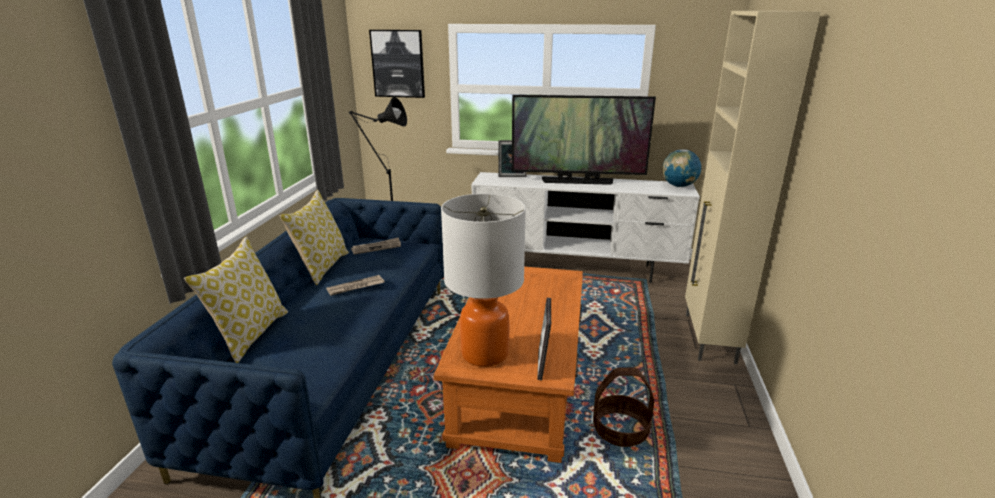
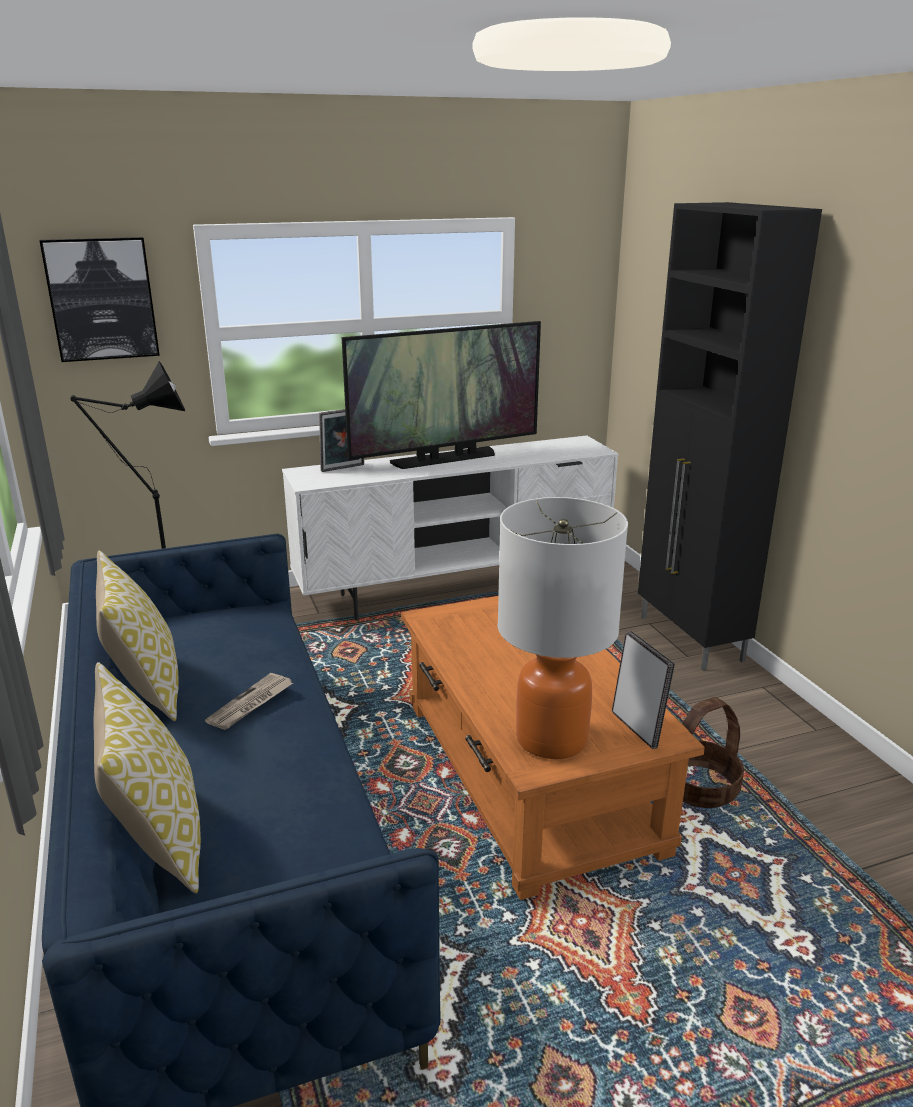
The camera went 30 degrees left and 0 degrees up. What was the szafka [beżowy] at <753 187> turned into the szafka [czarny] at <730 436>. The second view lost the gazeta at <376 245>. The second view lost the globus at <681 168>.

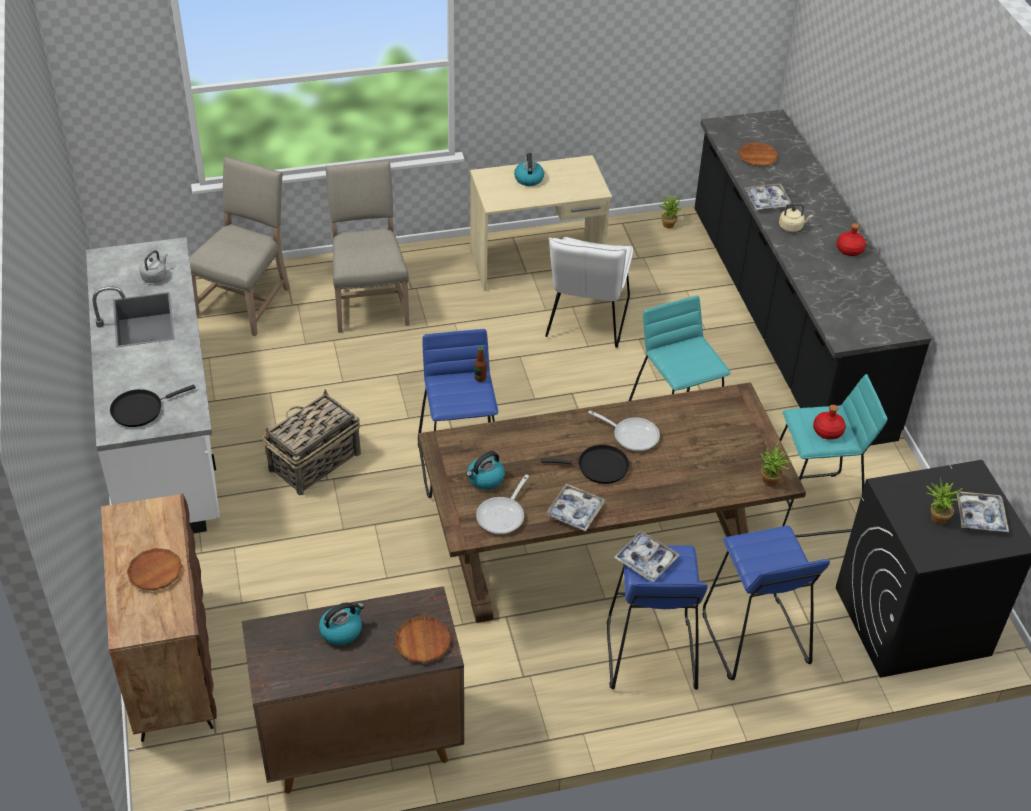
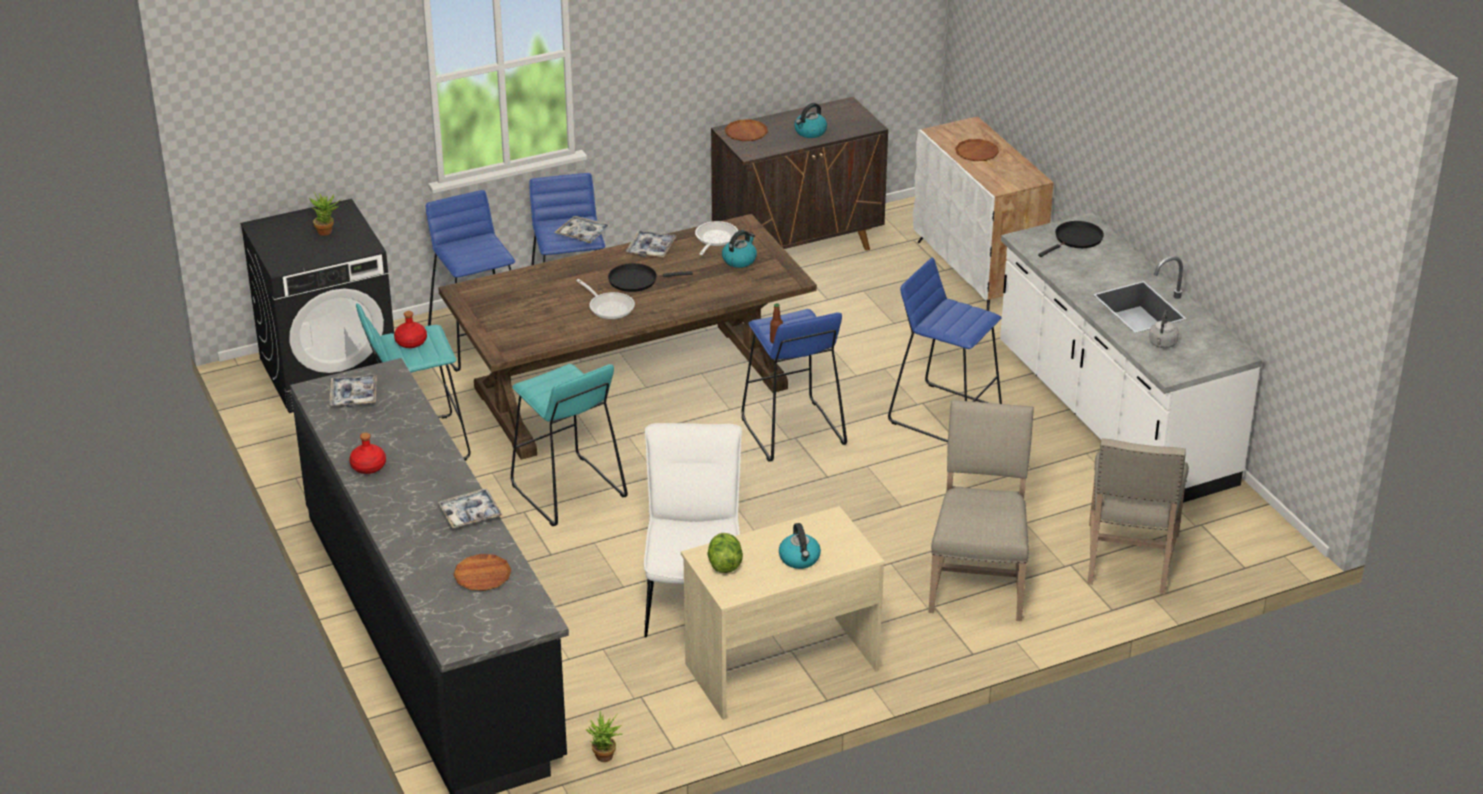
The camera went 170 degrees right and 10 degrees down. The taca ended up elsewhere, having gone from <983 512> to <353 391>. The patelnia at <624 430> ended up facing another way, 150 degrees counterclockwise from before. The second view gained the sałata at <725 553>. Where the koszyk stood at <311 442>, the stołek [niebieski] came to stand at <945 349>. What was the szafka [brązowy] at <159 618> turned into the szafka [biały] at <983 213>. The krzesło [beżowy] at <368 246> ended up facing another way, 150 degrees counterclockwise from before. The second view lost the roślina doniczkowa at <776 464>. The second view lost the czajnik [beżowy] at <796 217>.

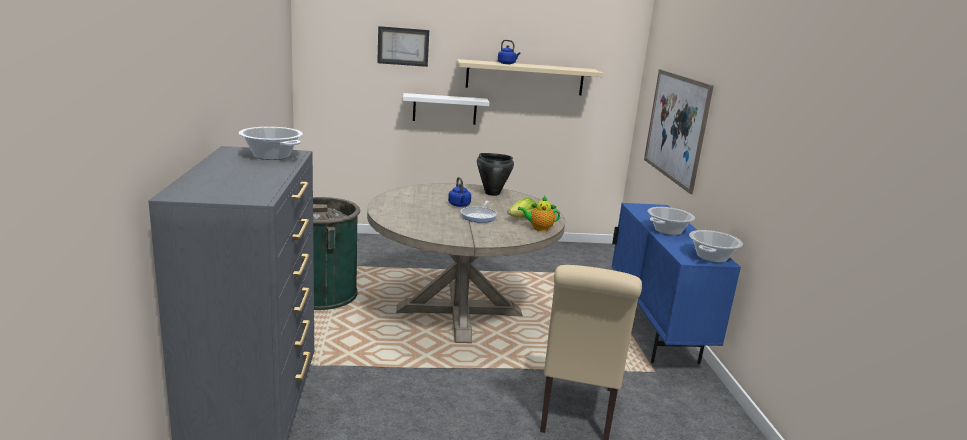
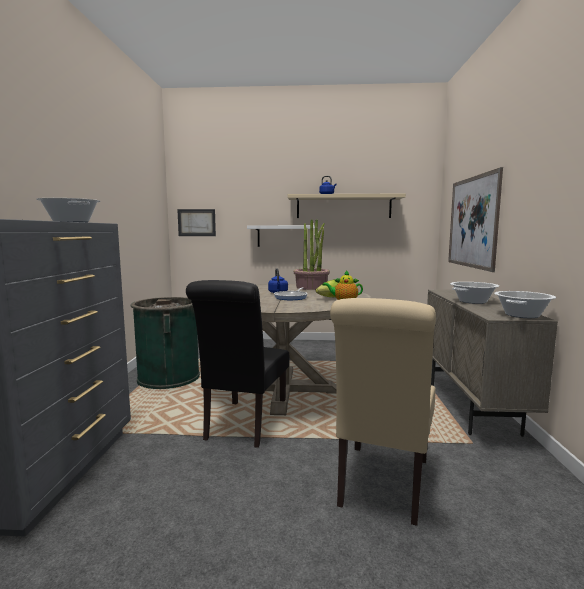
The camera went 10 degrees right and 10 degrees down. The obraz ended up elsewhere, having gone from <403 46> to <196 222>. The second view gained the krzesło [czarny] at <237 364>. Where the garnek [czarny] stood at <495 174>, the roślina doniczkowa came to stand at <312 254>. What was the szafka [niebieski] at <676 283> turned into the szafka [beżowy] at <492 363>.

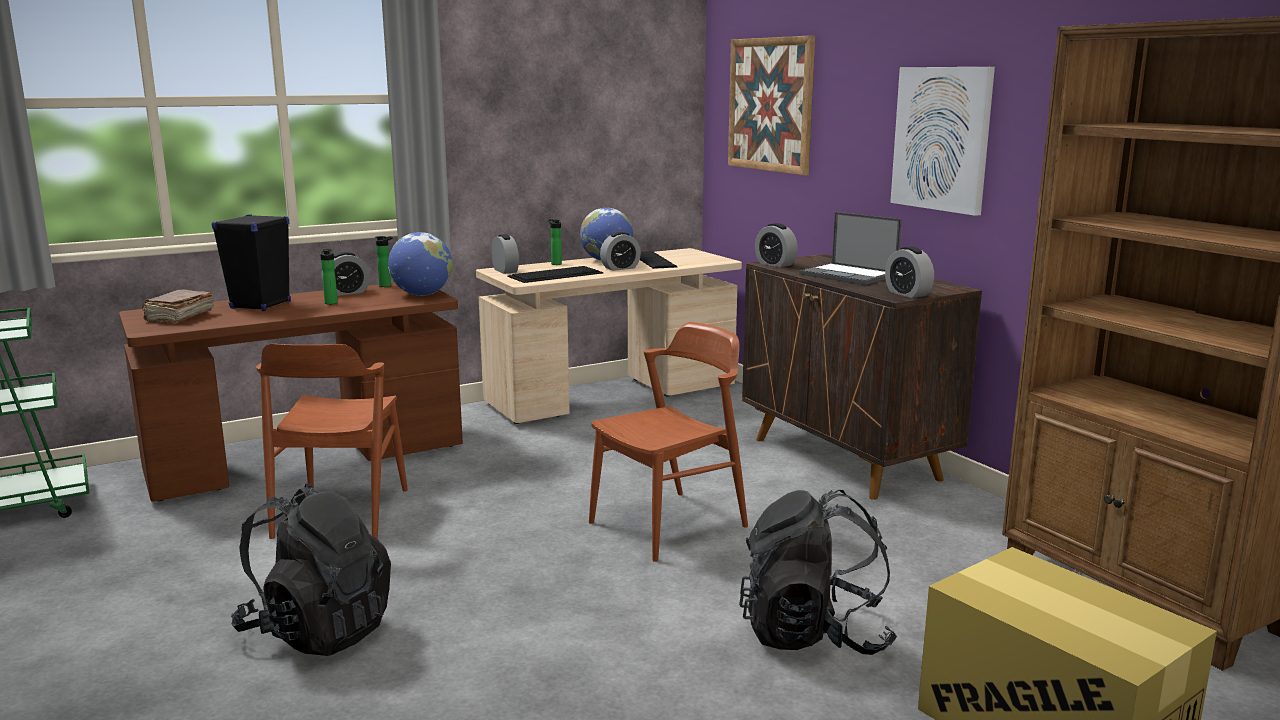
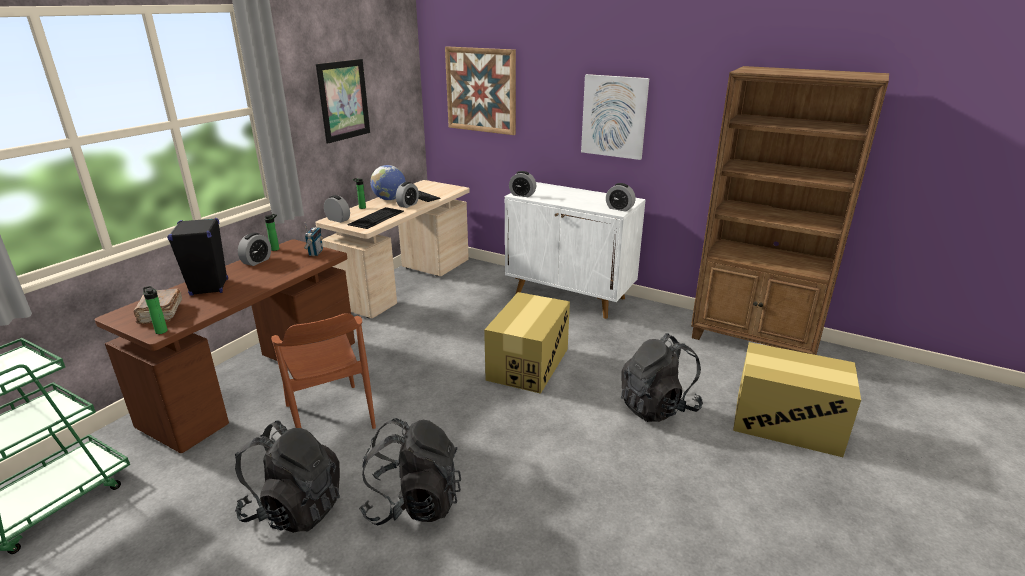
The camera went 30 degrees left and 10 degrees up. The butelka ended up elsewhere, having gone from <329 276> to <155 310>. The second view gained the plecak [czarny] at <287 477>. Where the globus stood at <420 264>, the radio came to stand at <313 239>. The second view gained the obraz at <343 101>. Where the krzesło [brązowy] stood at <668 442>, the karton came to stand at <527 343>. What was the szafka [brązowy] at <862 377> turned into the szafka [biały] at <575 250>. The second view lost the laptop at <850 248>.

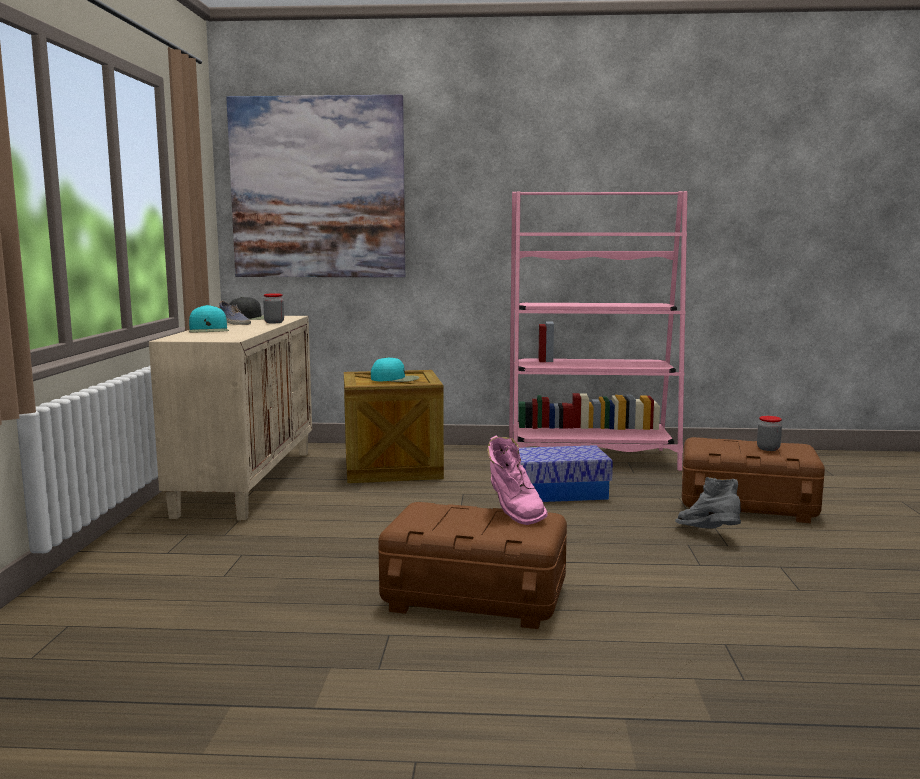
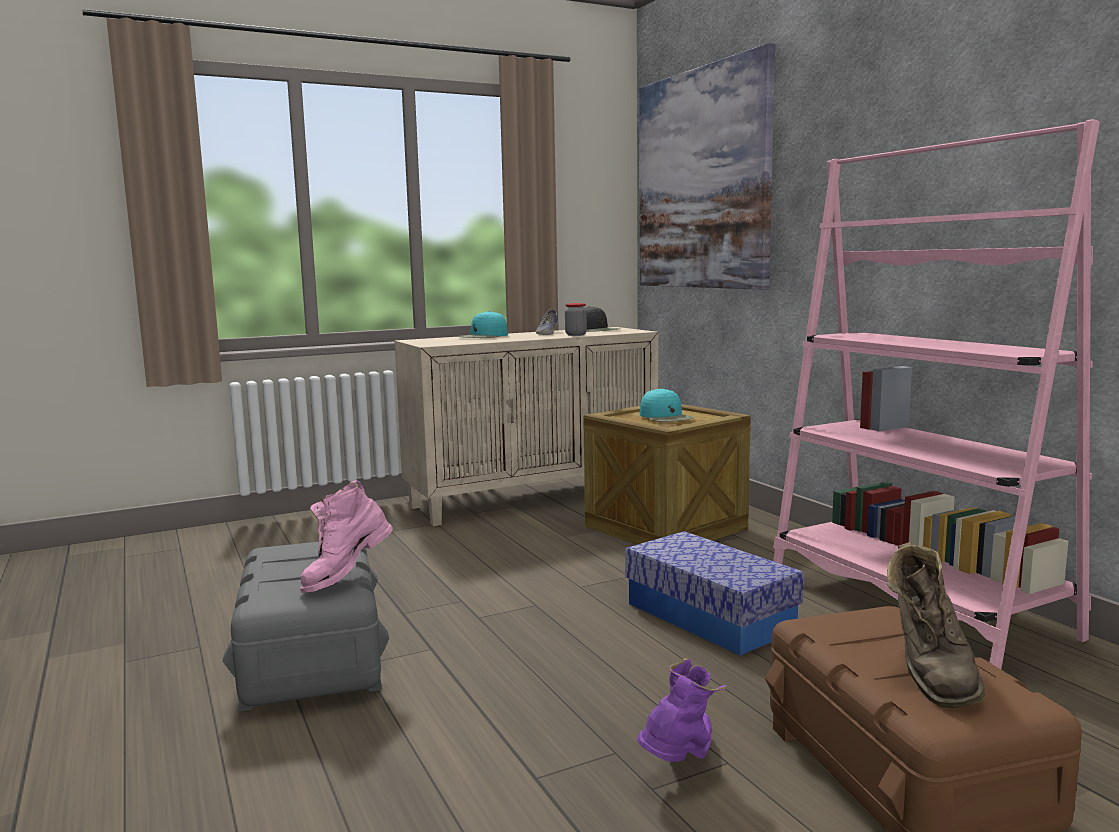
The camera went 60 degrees right and 0 degrees up. What was the pojemnik do przechowywania [brązowy] at <472 565> turned into the pojemnik do przechowywania [szary] at <306 626>. What was the but z cholewką [szary] at <708 503> turned into the but z cholewką [fioletowy] at <682 710>. Where the słoik stood at <769 433>, the but z cholewką [brązowy] came to stand at <936 625>.

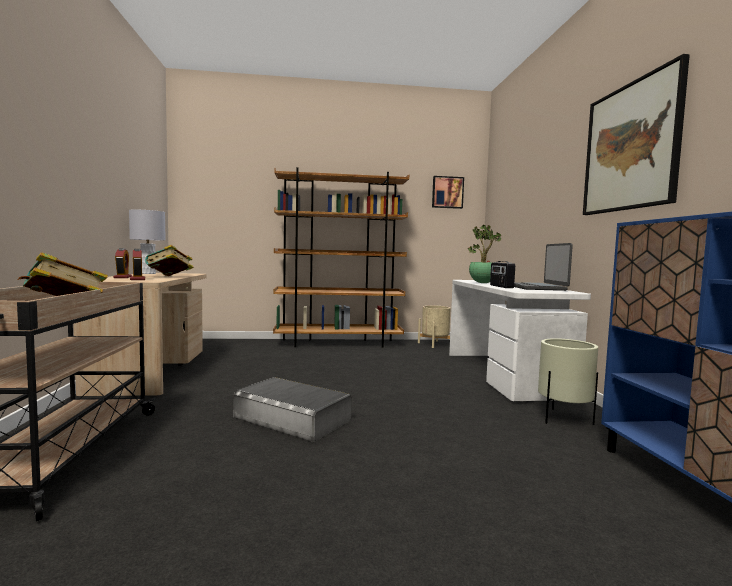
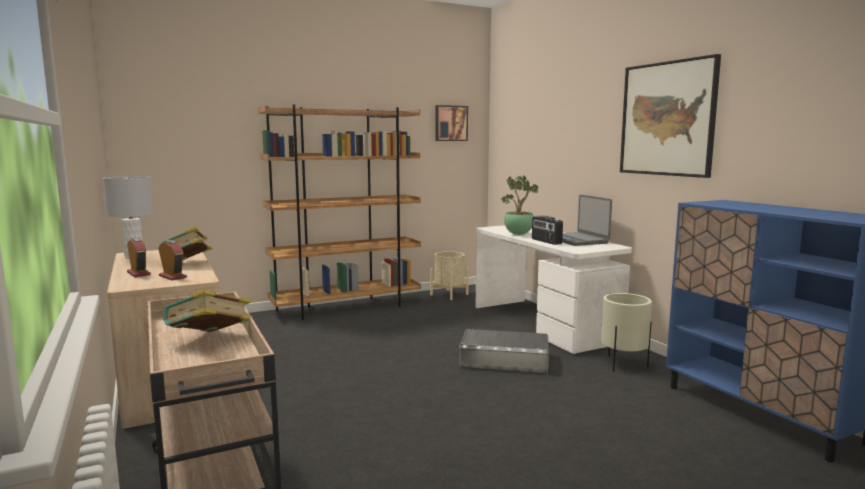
The camera went 20 degrees left and 5 degrees up. The pojemnik do przechowywania [szary] ended up elsewhere, having gone from <293 409> to <504 351>.

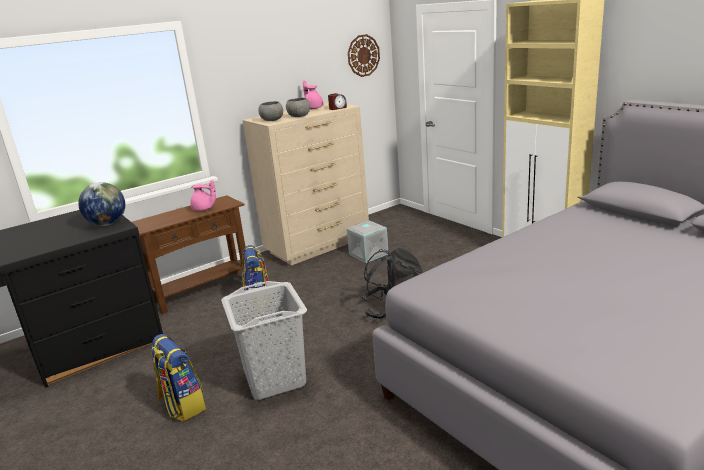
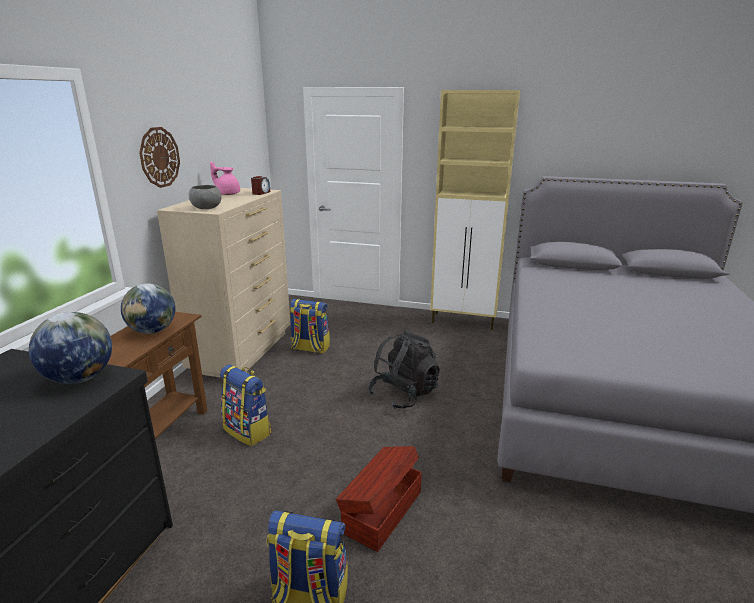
The camera went 40 degrees left and 0 degrees up. Where the imbryk [różowy] stood at <203 195>, the globus came to stand at <148 308>. The zegar ścienny ended up elsewhere, having gone from <364 55> to <159 157>. Where the pojemnik do przechowywania [szary] stood at <367 242>, the plecak came to stand at <309 326>. Where the kosz na pranie [szary] stood at <264 340>, the pojemnik do przechowywania [brązowy] came to stand at <379 499>. The second view lost the miska [szary] at <298 107>.

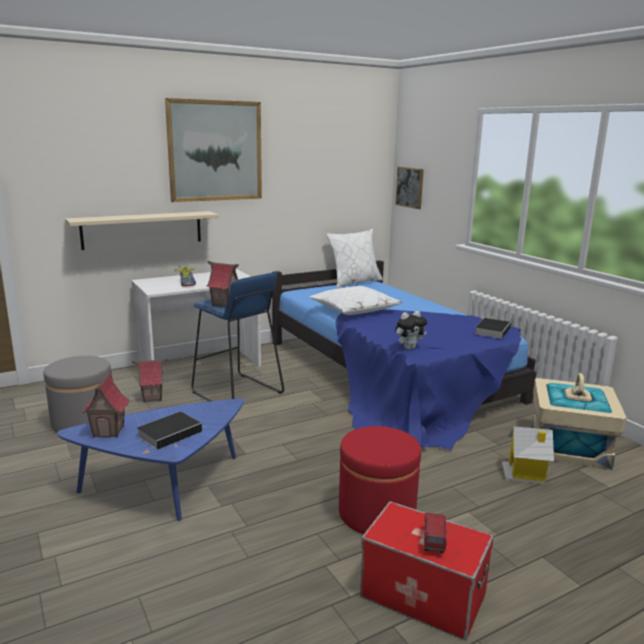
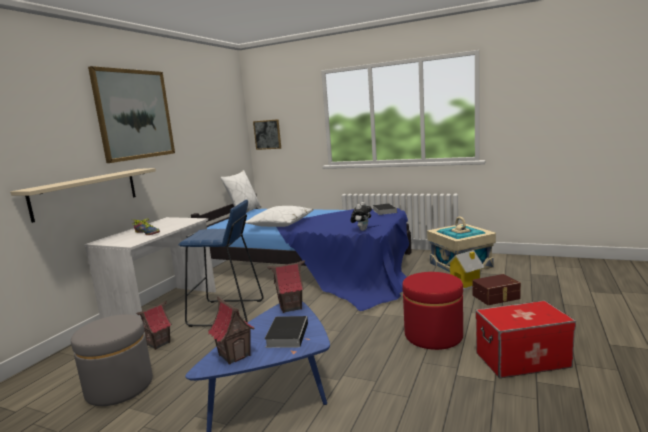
The camera went 35 degrees left and 5 degrees down. The domek ended up elsewhere, having gone from <223 284> to <286 287>. The second view gained the pojemnik do przechowywania [brązowy] at <497 289>. The second view lost the ciężarówka zabawkowa at <435 533>.

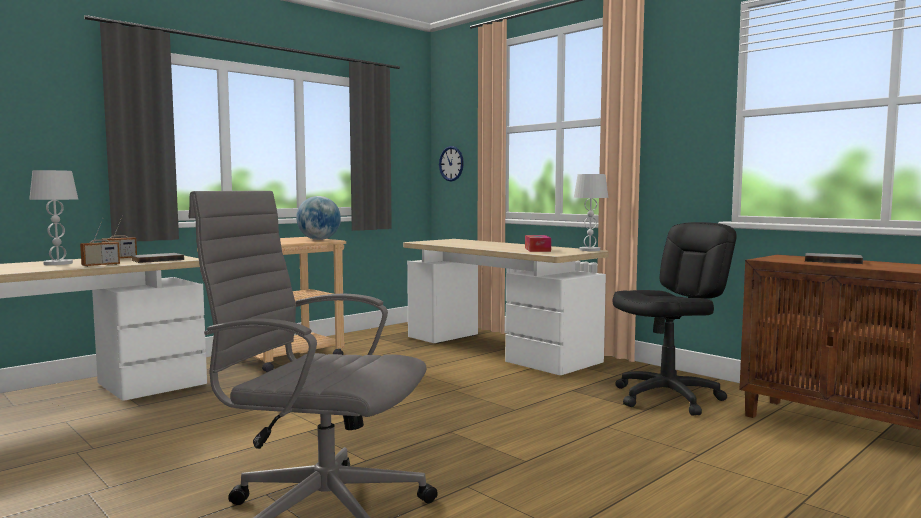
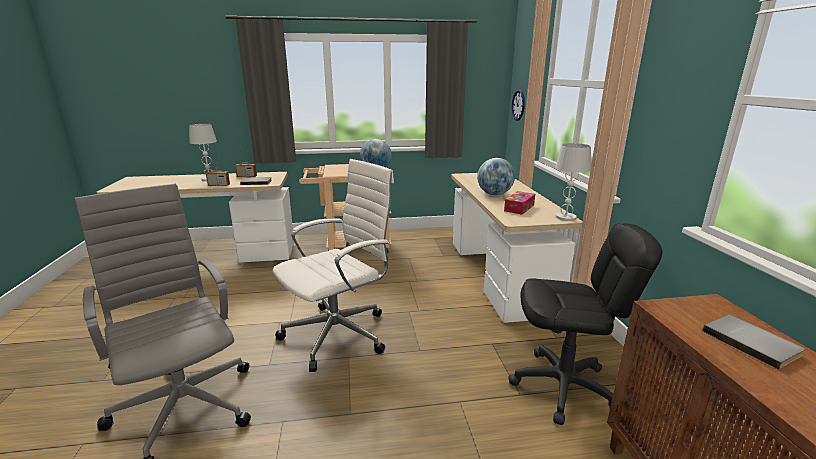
The camera went 35 degrees right and 15 degrees up. The second view gained the krzesło biurowe [biały] at <333 265>. The second view gained the globus at <496 176>.

